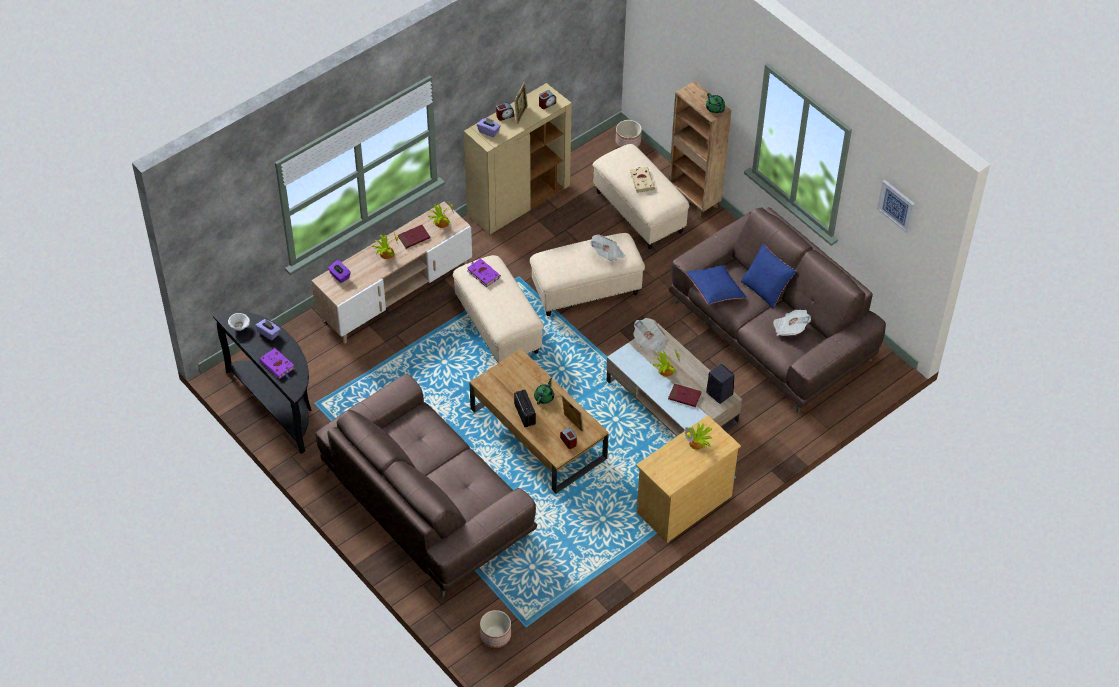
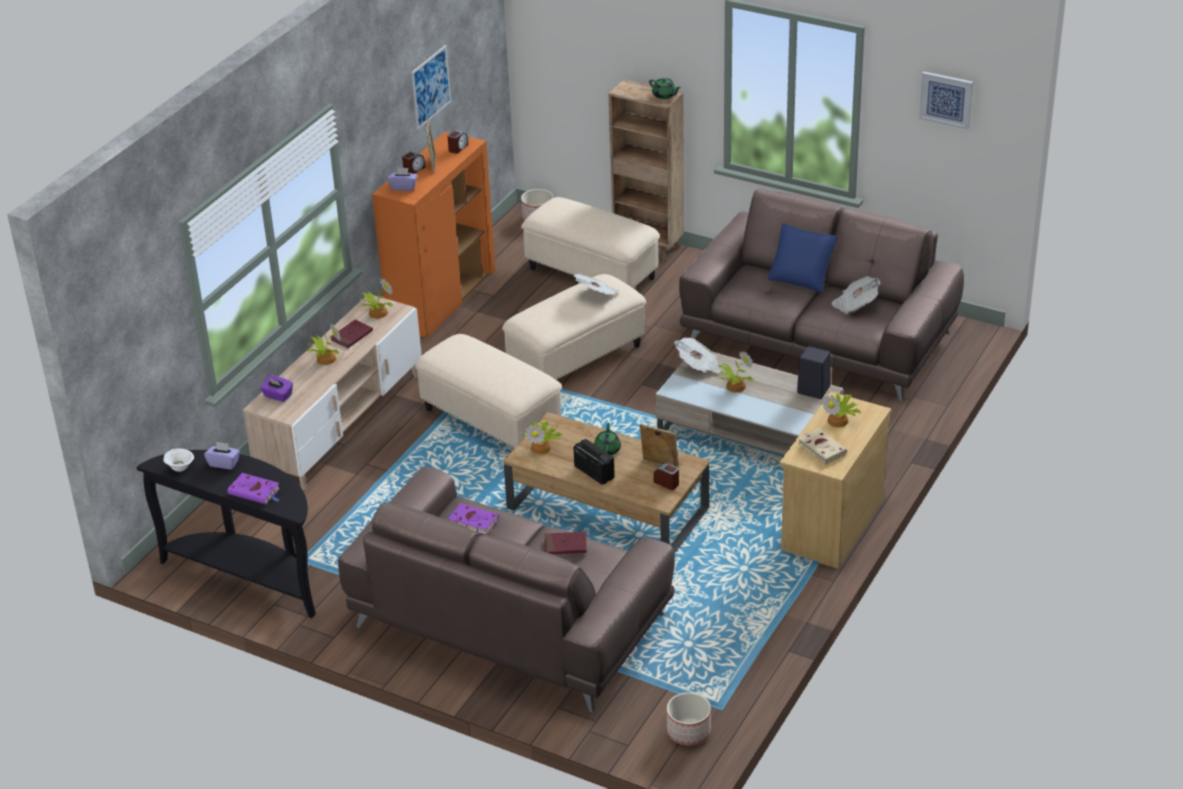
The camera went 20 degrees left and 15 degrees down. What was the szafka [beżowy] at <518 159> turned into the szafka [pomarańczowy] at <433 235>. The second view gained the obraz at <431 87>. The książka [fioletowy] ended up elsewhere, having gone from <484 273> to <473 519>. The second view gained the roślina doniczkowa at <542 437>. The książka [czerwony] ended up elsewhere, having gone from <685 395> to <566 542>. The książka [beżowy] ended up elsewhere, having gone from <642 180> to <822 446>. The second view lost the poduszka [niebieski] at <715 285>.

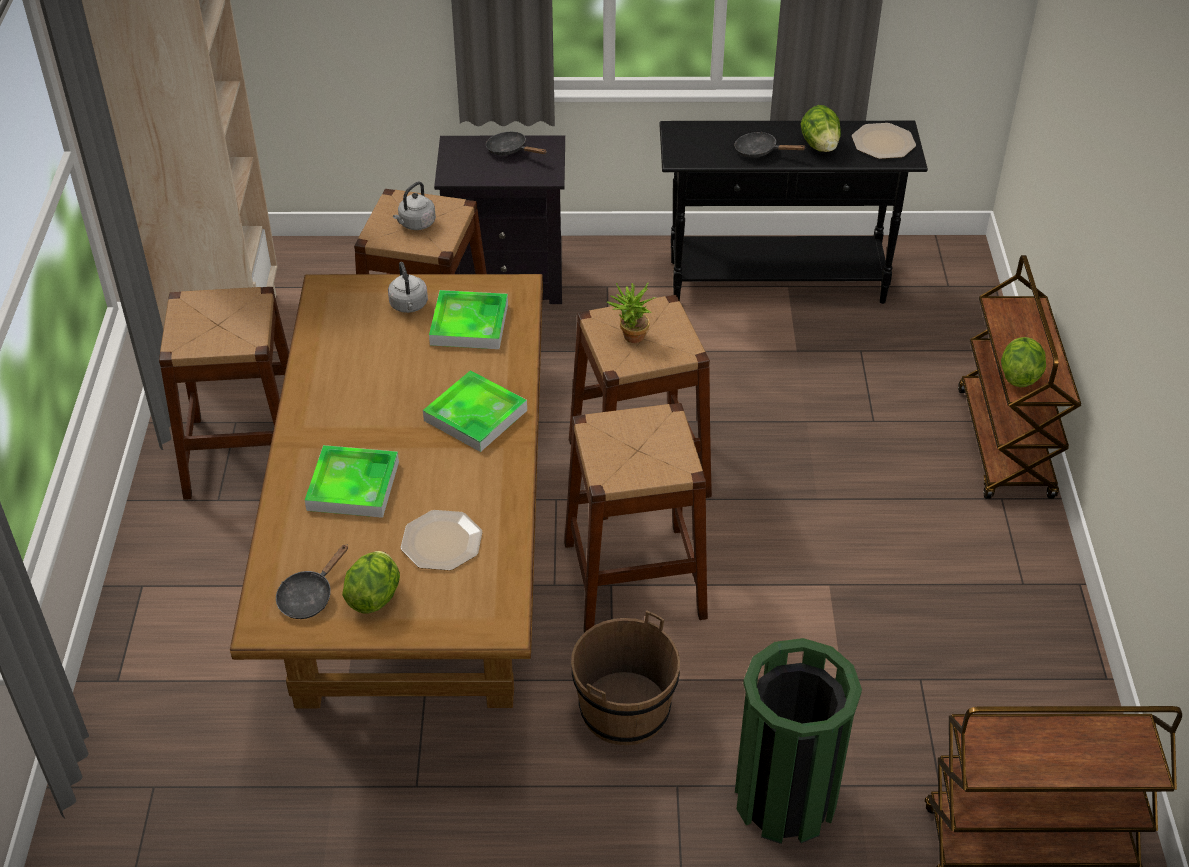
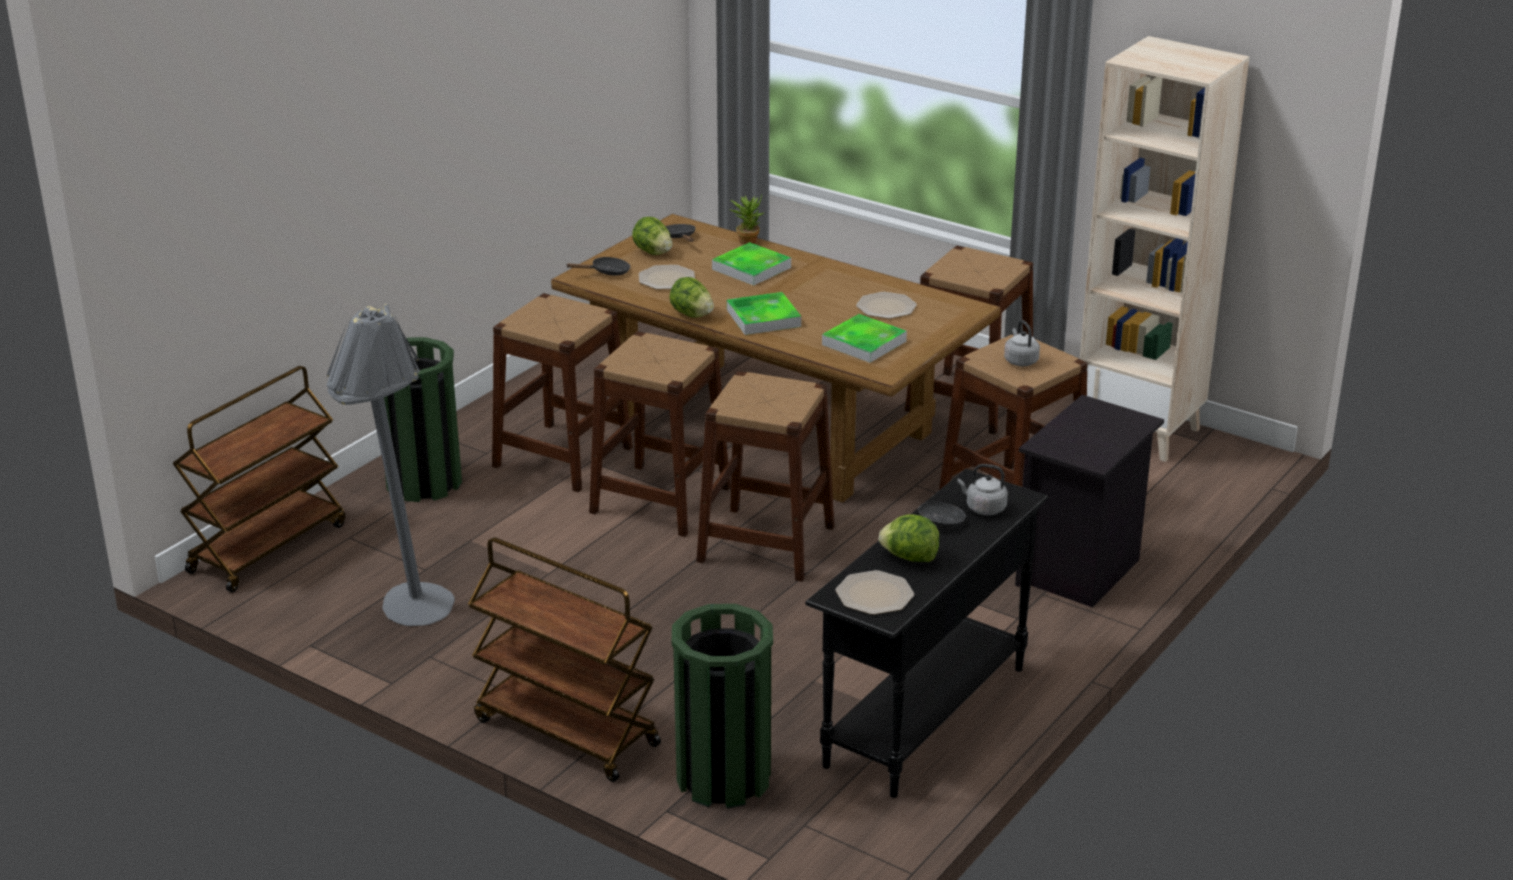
The camera went 125 degrees right and 15 degrees down. The second view gained the lampa stojąca [szary] at <390 465>. Where the wiadro [brązowy] stood at <625 677>, the stołek [brązowy] came to stand at <562 392>. The patelnia [czarny] ended up elsewhere, having gone from <516 143> to <598 266>. The sałata ended up elsewhere, having gone from <1023 362> to <691 297>. The second view gained the kosz na śmieci [zielony] at <722 706>. The roślina doniczkowa ended up elsewhere, having gone from <631 312> to <747 220>. The second view gained the talerz at <886 305>. The czajnik [szary] ended up elsewhere, having gone from <408 287> to <983 489>.

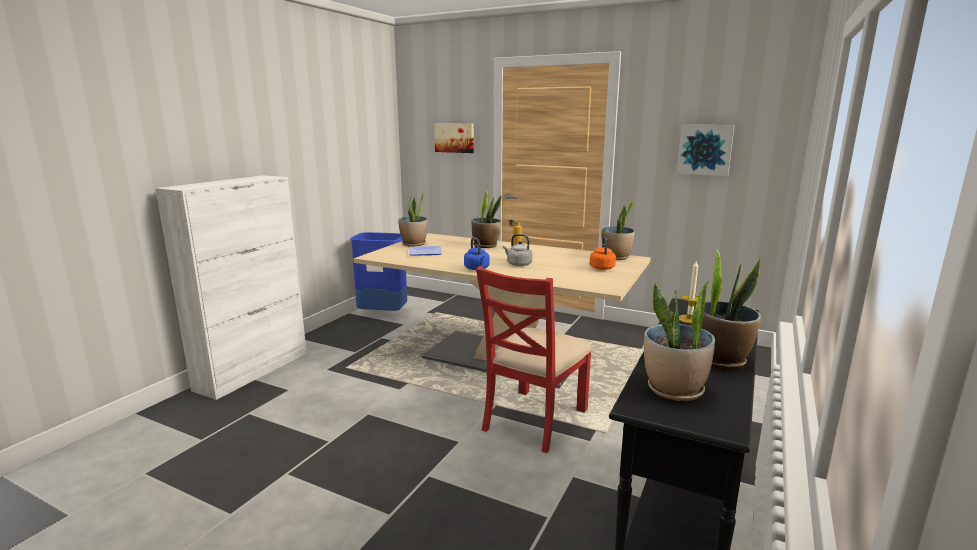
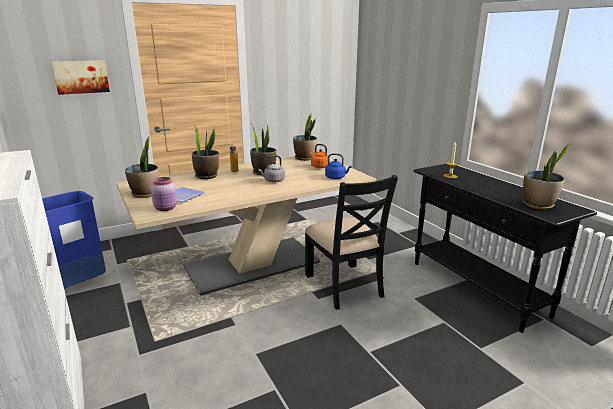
The camera went 55 degrees left and 5 degrees up. The second view gained the słoik [różowy] at <164 194>. The roślina doniczkowa ended up elsewhere, having gone from <731 309> to <263 150>. What was the krzesło [czerwony] at <534 359> turned into the krzesło [czarny] at <351 242>. The czajnik [niebieski] ended up elsewhere, having gone from <477 253> to <338 166>. The second view lost the obraz at <706 150>.

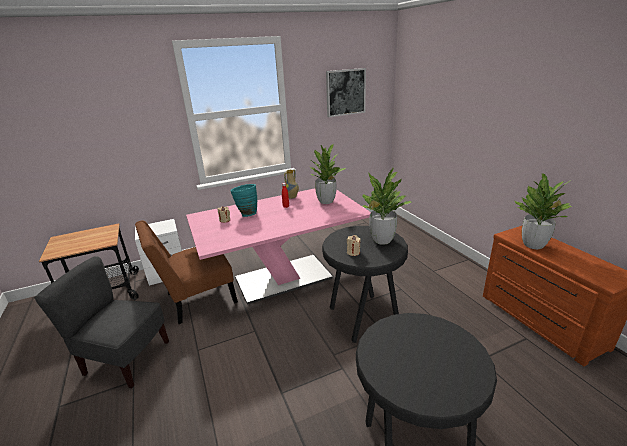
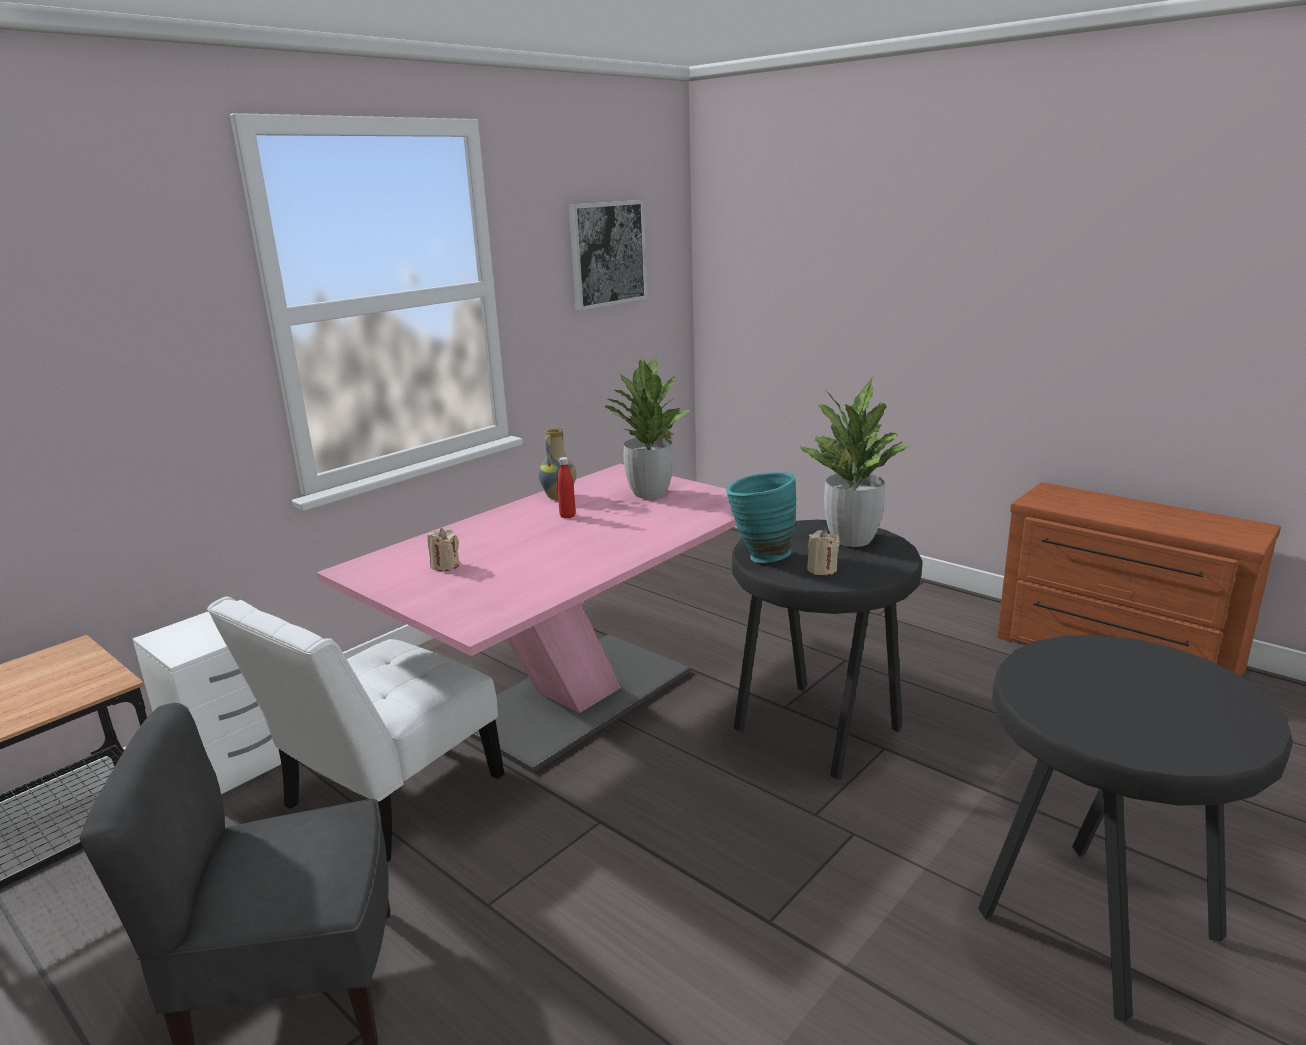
The camera went 25 degrees left and 5 degrees down. What was the krzesło [brązowy] at <186 272> turned into the krzesło [biały] at <355 729>. The wazon [turkusowy] ended up elsewhere, having gone from <243 200> to <761 517>. The second view lost the roślina doniczkowa at <544 211>.

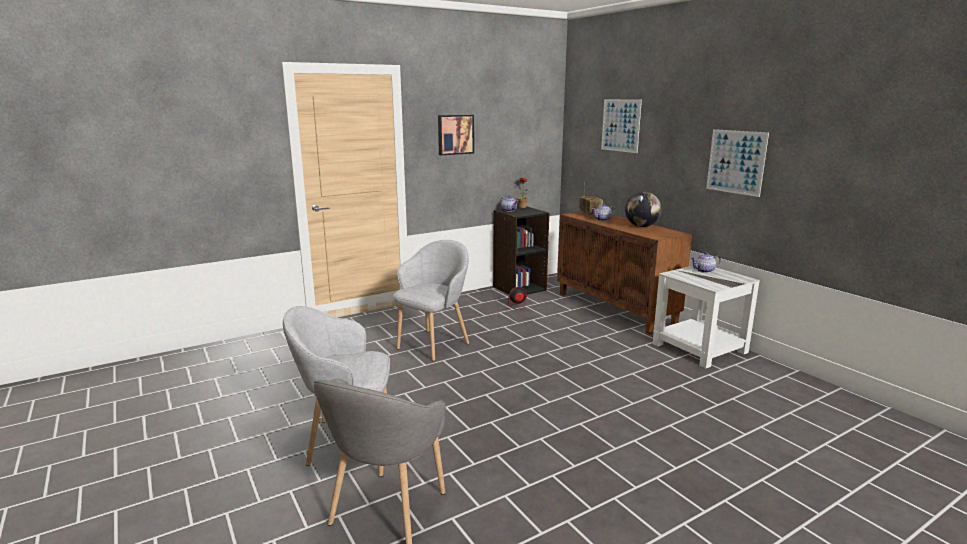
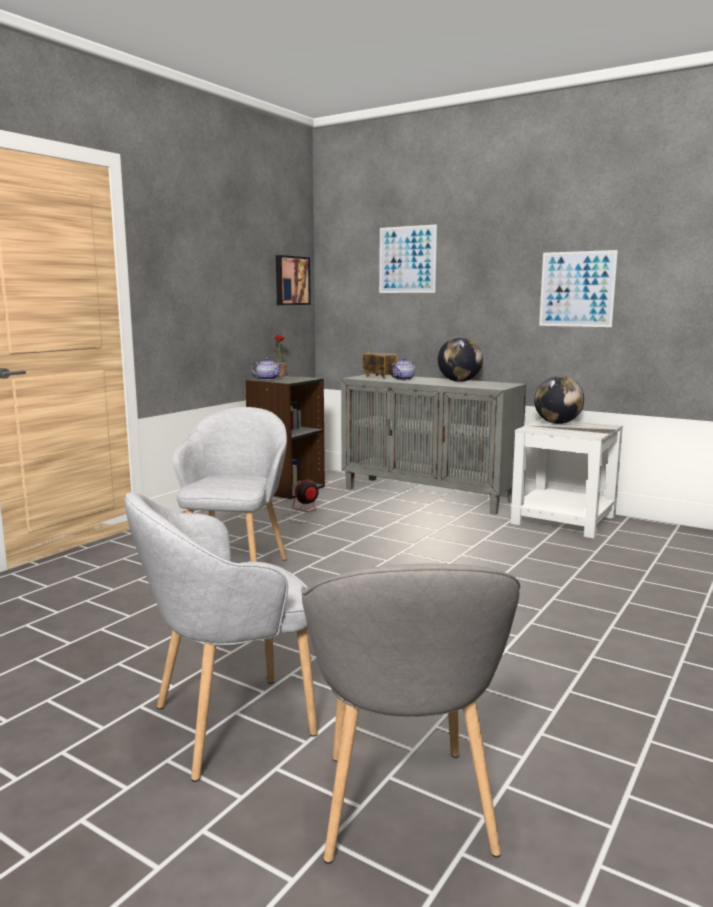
The camera went 25 degrees left and 5 degrees down. The obraz ended up elsewhere, having gone from <456 135> to <293 280>. What was the szafka [brązowy] at <624 273> turned into the szafka [szary] at <433 444>. Where the imbryk stood at <706 262>, the globus came to stand at <559 399>.

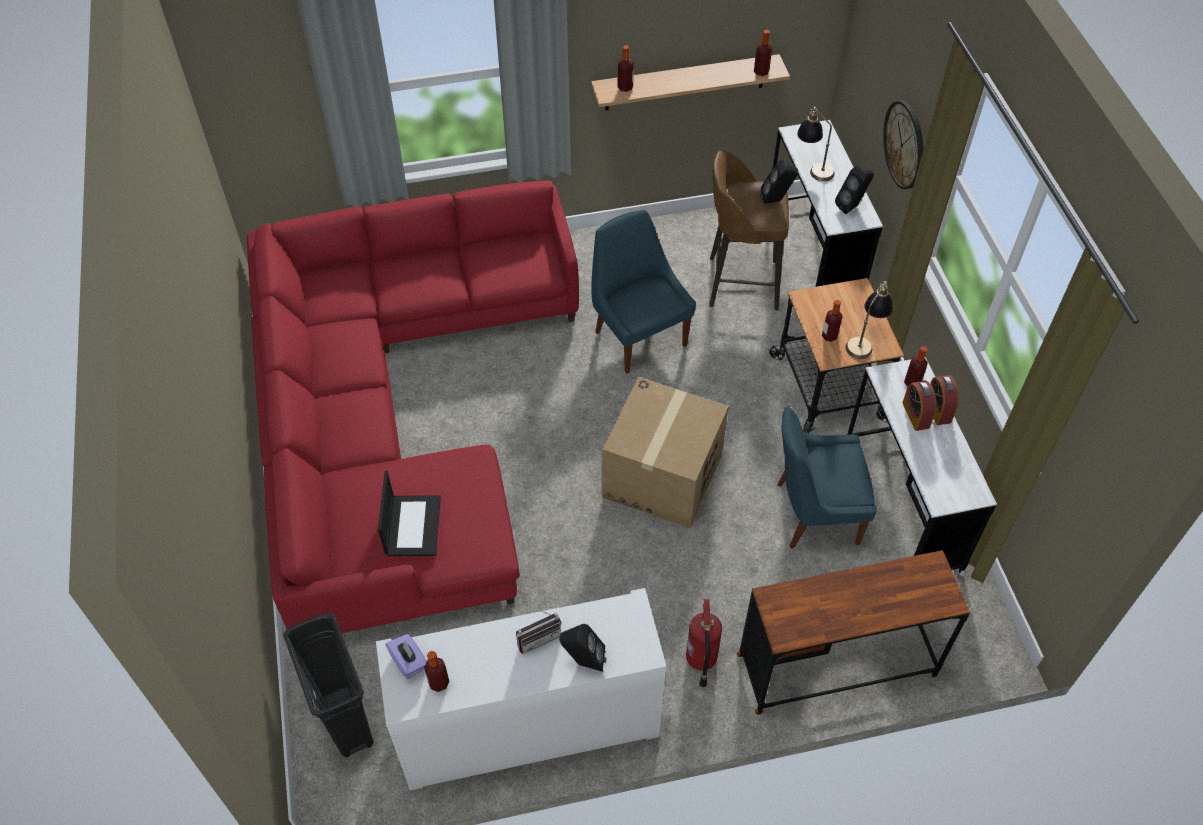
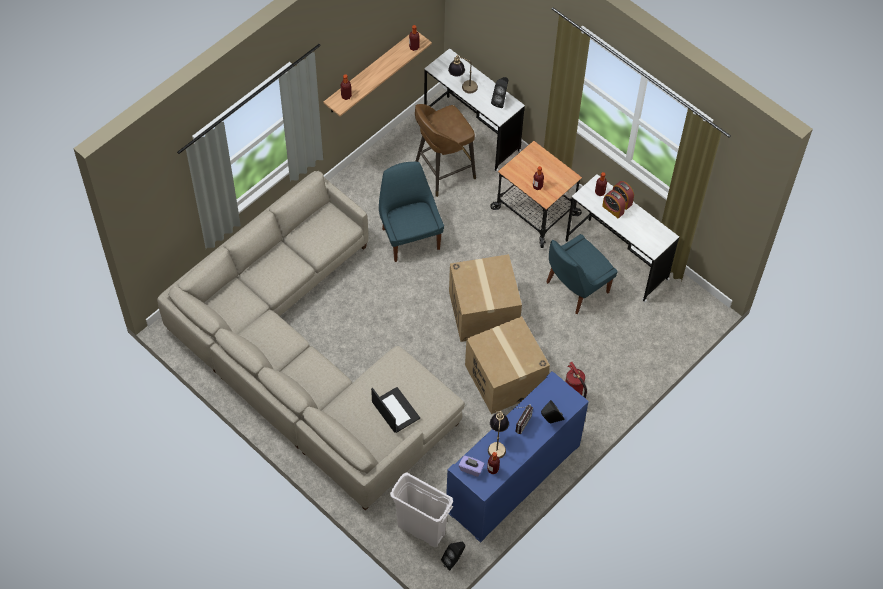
The camera went 35 degrees left and 5 degrees up. What was the kanapa [czerwony] at <413 407> turned into the kanapa [beżowy] at <311 341>. The krzesło [niebieski] at <644 292> ended up facing another way, 45 degrees clockwise from before. What was the kosz na śmieci [czarny] at <328 684> turned into the kosz na śmieci [biały] at <421 509>. The głośnik [czarny] ended up elsewhere, having gone from <779 182> to <453 556>. What was the szafka [biały] at <521 689> turned into the szafka [niebieski] at <517 457>. The second view gained the karton at <507 365>. The lampa stołowa ended up elsewhere, having gone from <869 319> to <498 435>. The second view lost the biurko [brązowy] at <853 632>. The second view lost the zegar ścienny at <903 145>.

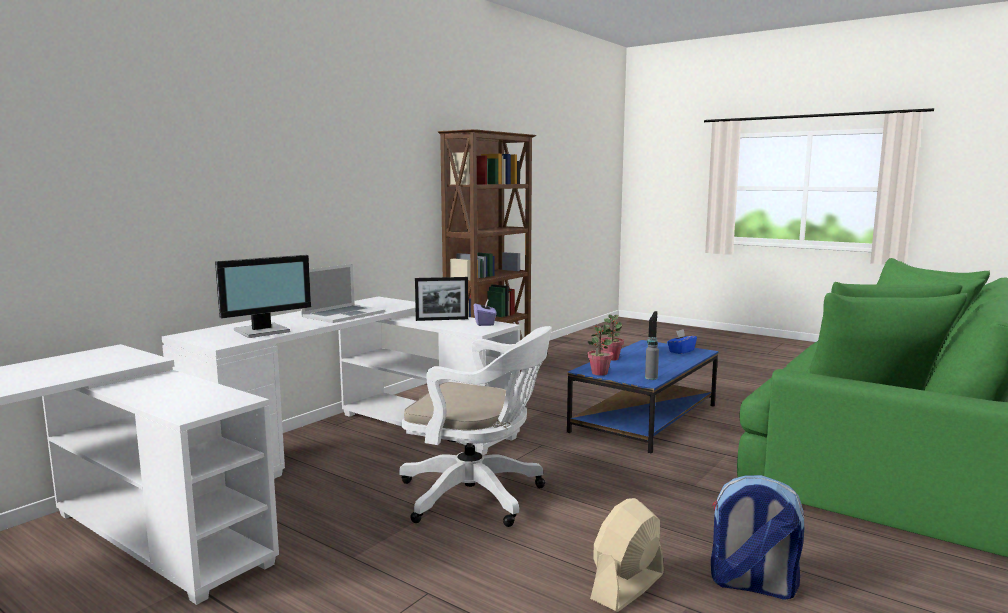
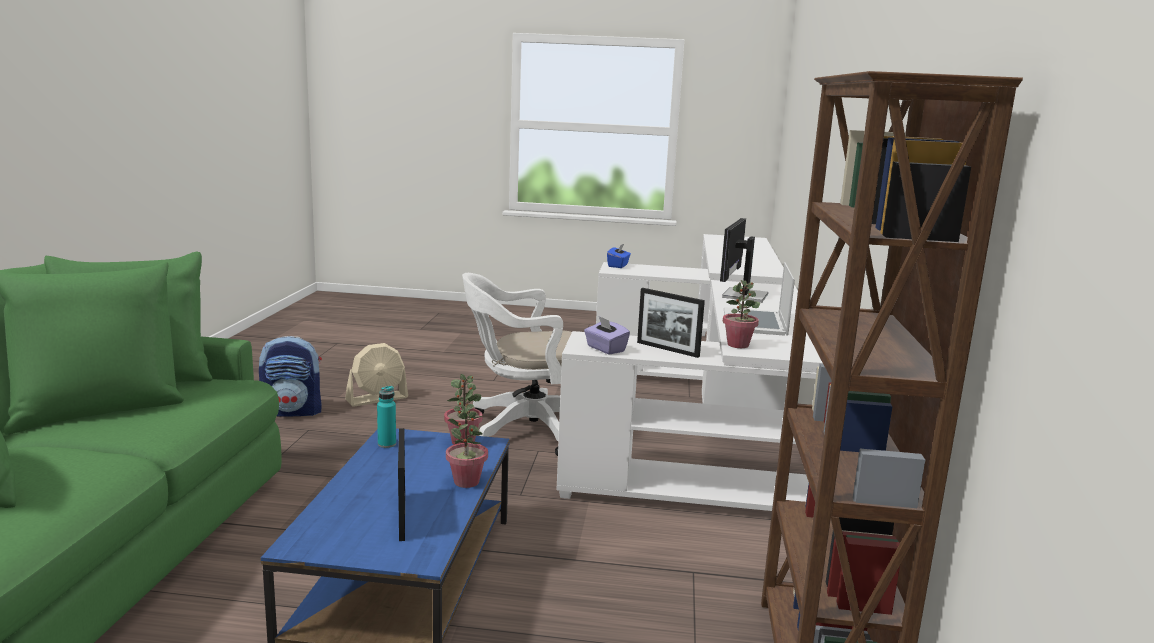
The camera went 150 degrees right and 5 degrees up. The wentylator [beżowy] at <627 555> ended up facing another way, 45 degrees clockwise from before. What was the butelka [szary] at <652 358> turned into the butelka [turkusowy] at <386 417>. The pudełko chusteczek [niebieski] ended up elsewhere, having gone from <682 341> to <619 255>. The ramka na zdjęcie at <441 299> ended up facing another way, 105 degrees counterclockwise from before. The second view gained the roślina doniczkowa at <741 314>.

